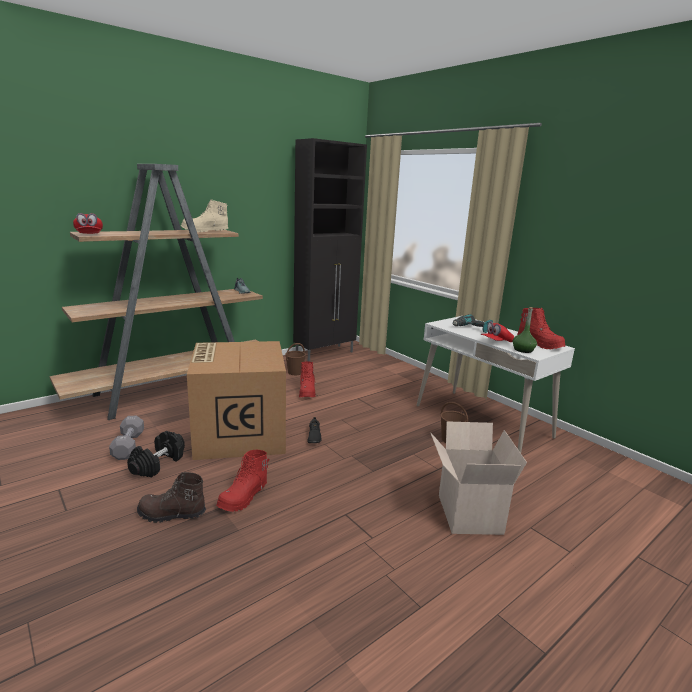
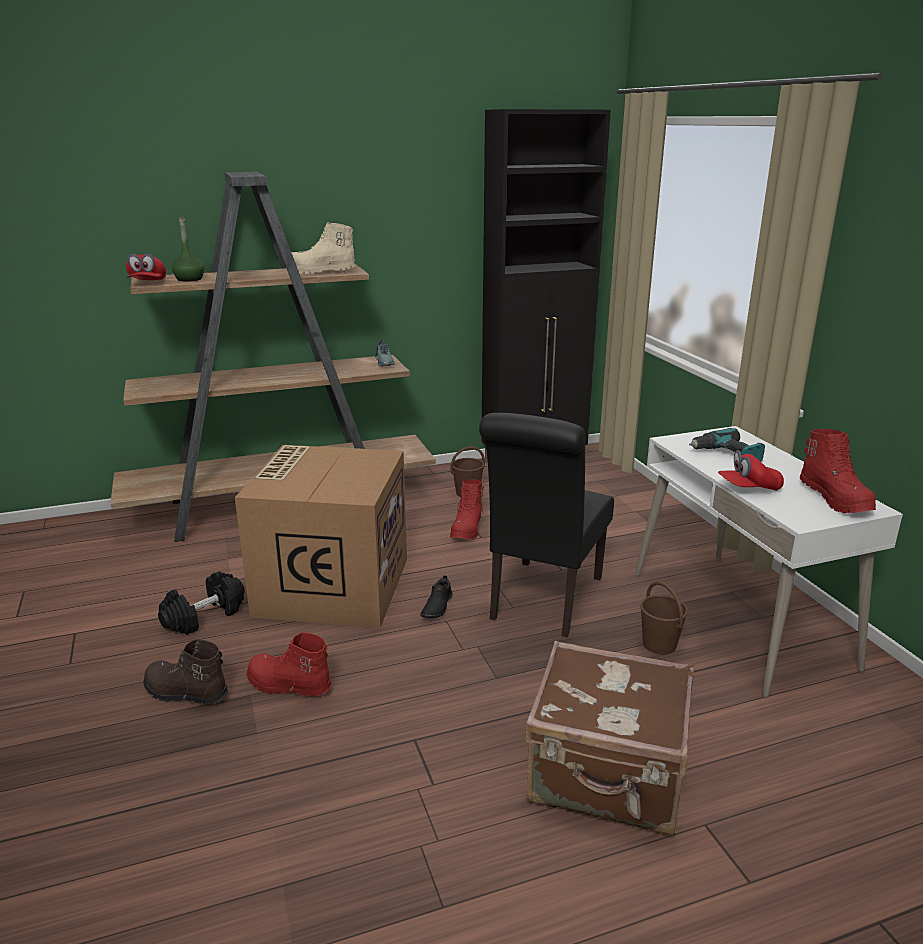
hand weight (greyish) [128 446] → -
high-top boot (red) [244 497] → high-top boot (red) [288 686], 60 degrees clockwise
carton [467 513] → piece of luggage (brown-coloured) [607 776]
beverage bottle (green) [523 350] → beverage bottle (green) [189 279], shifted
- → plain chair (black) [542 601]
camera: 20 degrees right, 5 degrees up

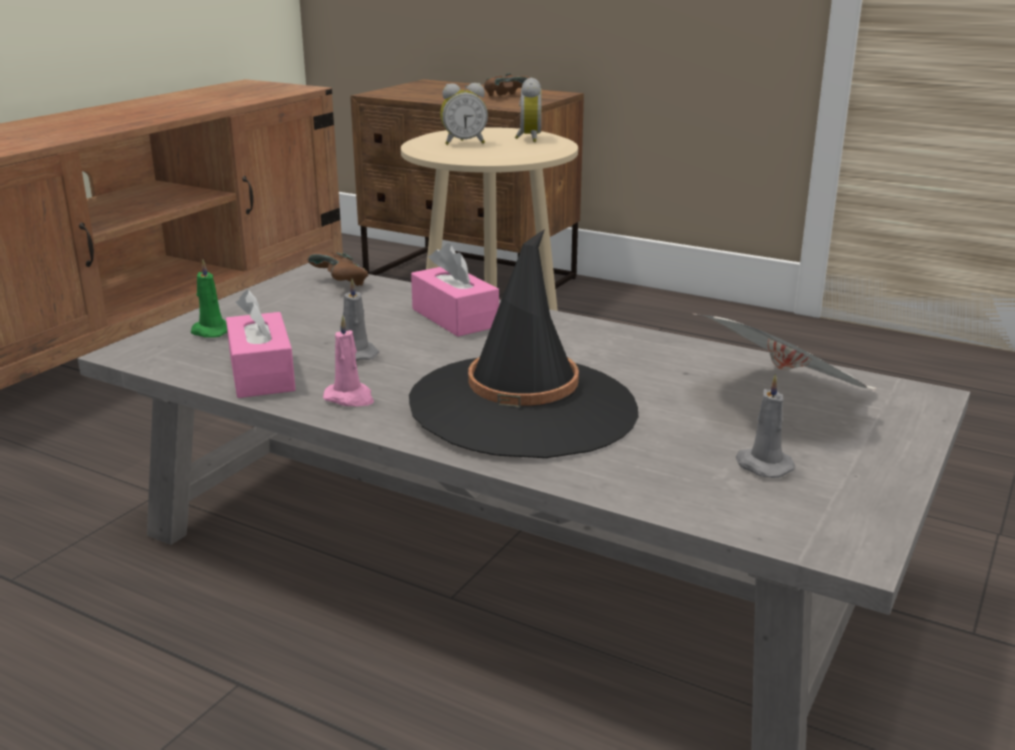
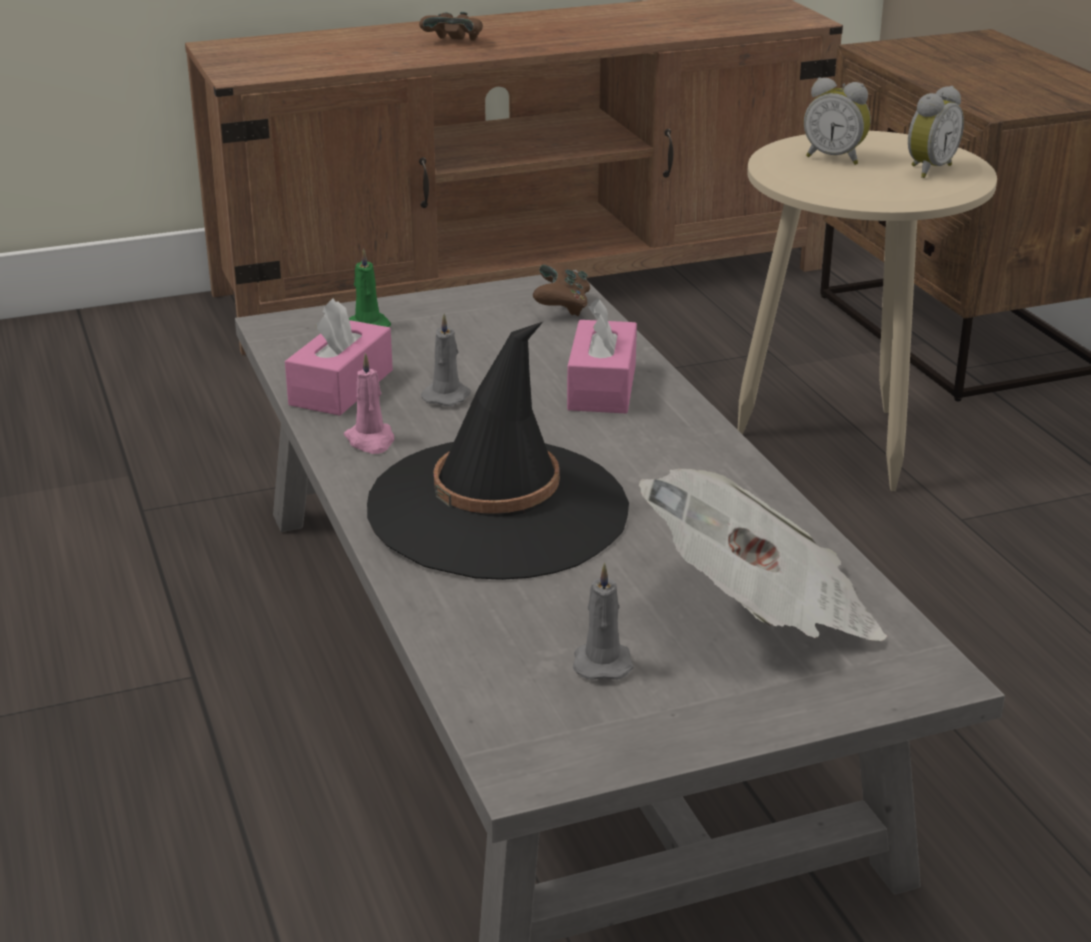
gamepad (brown-coloured) [505 96] → gamepad (brown-coloured) [454 42], shifted
camera: 40 degrees right, 5 degrees up

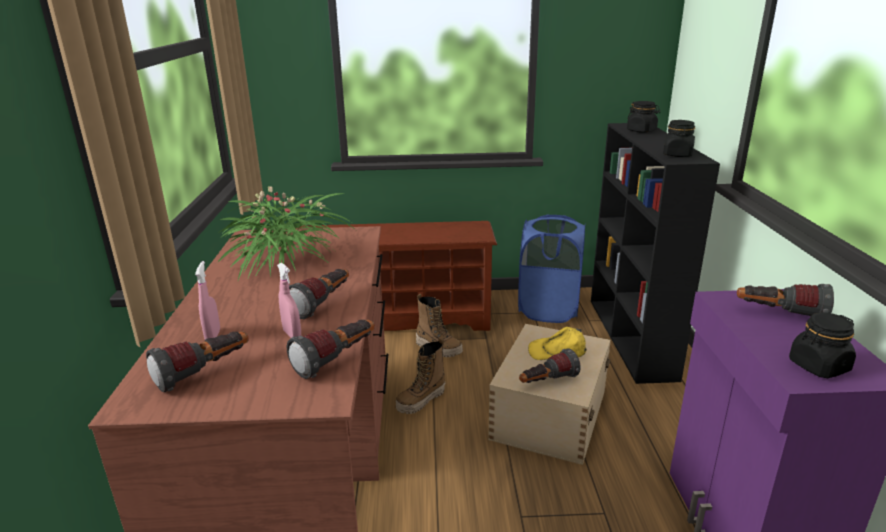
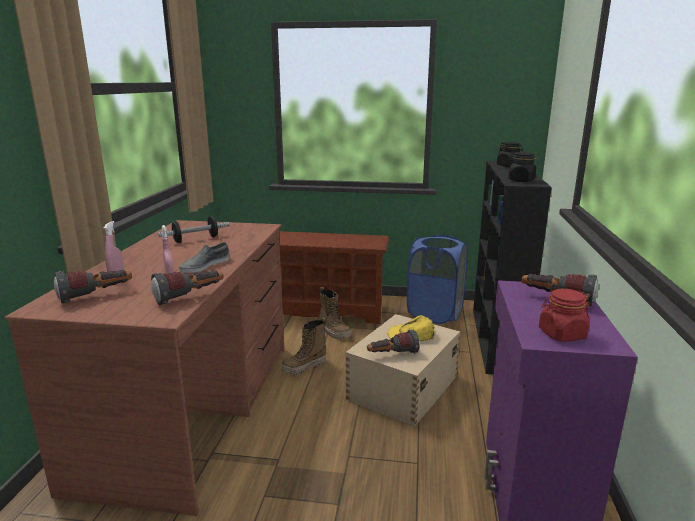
plant in a pot [284 261] → hand weight [196 239]
torch [323 304] → low shoe (greyish) [205 265]
storage jar (black) [818 366] → storage jar (red) [561 334]
camera: 10 degrees right, 5 degrees down

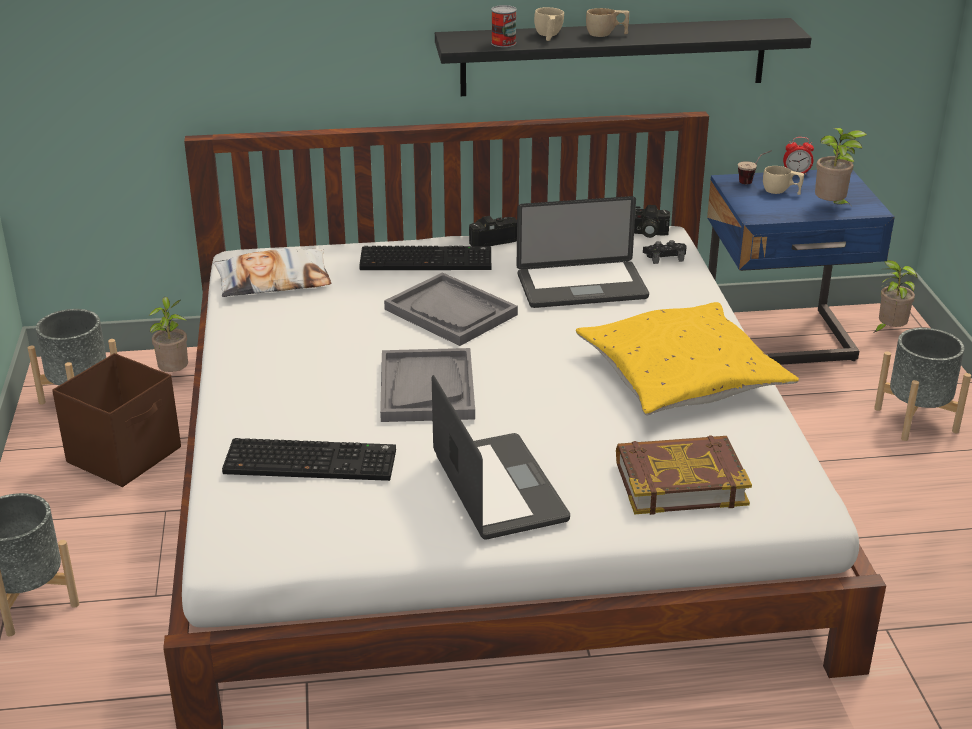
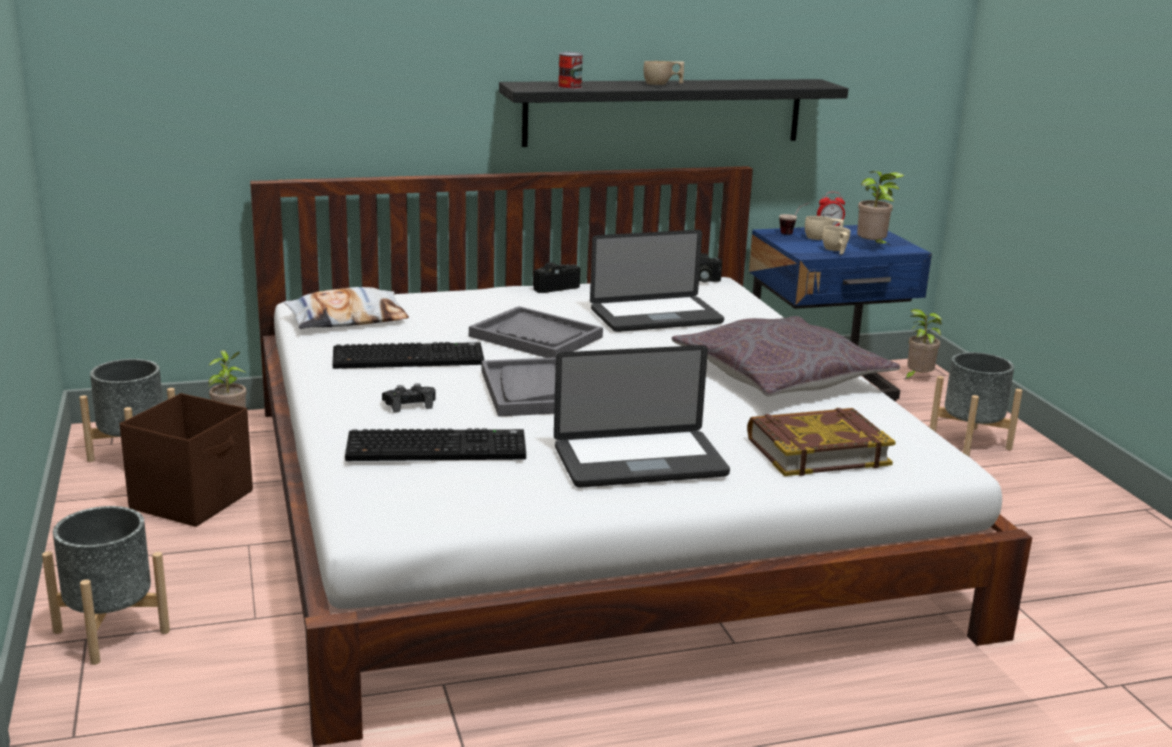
computer keyboard [427 260] → computer keyboard [410 357], shifted
portable computer [499 488] → portable computer [640 462], 105 degrees clockwise
drinking cup (beige-coloured) [548 36] → drinking cup (beige-coloured) [836 251], shifted
throw pillow (yellowish) [682 377] → throw pillow (greyish) [781 376]
gamepad (black) [664 257] → gamepad (black) [409 404], shifted
camera: 10 degrees left, 10 degrees down

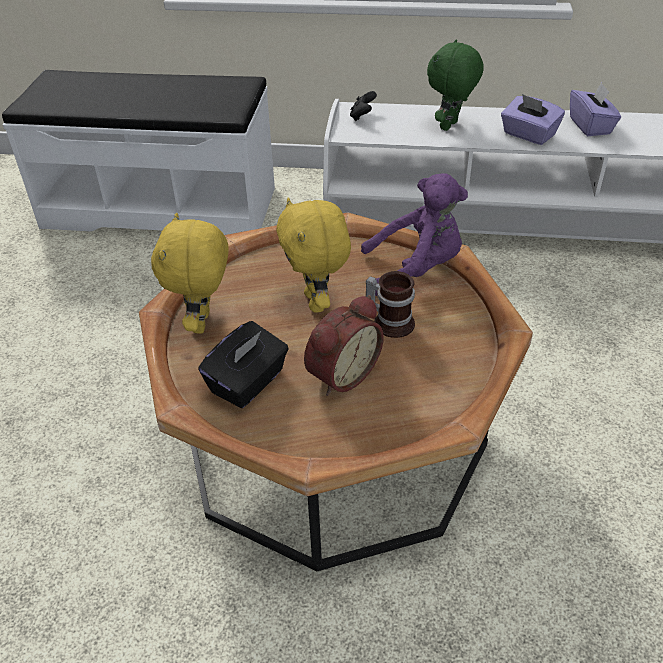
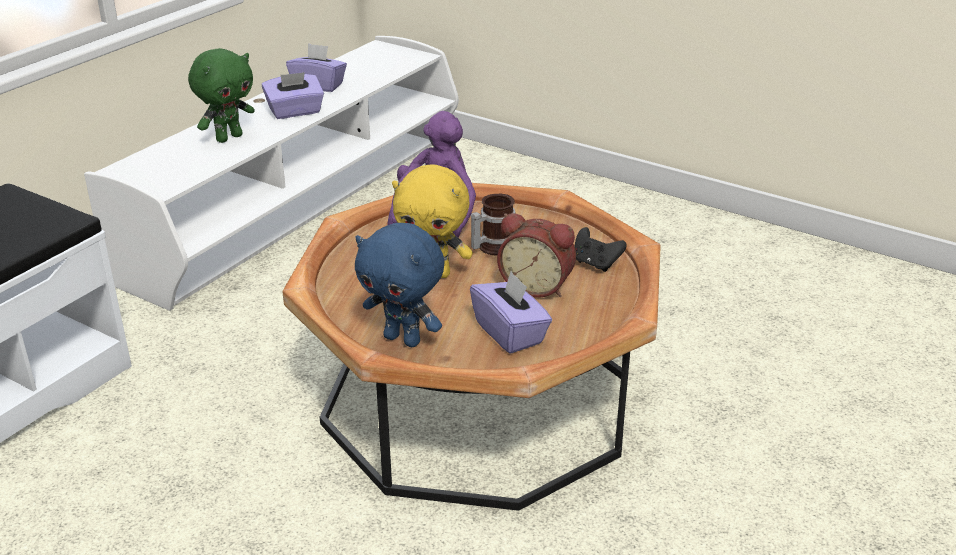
cuddly toy (yellowish) [203 323] → cuddly toy (blue) [404 339]
box of tissues (black) [248 383] → box of tissues (purple) [510 333]
alarm clock [340 374] → alarm clock [537 286], 135 degrees clockwise
gamepad (black) [362 116] → gamepad (black) [595 264], shifted
cuddly toy (green) [450 126] → cuddly toy (green) [229 137], 105 degrees counterclockwise
camera: 65 degrees left, 10 degrees down

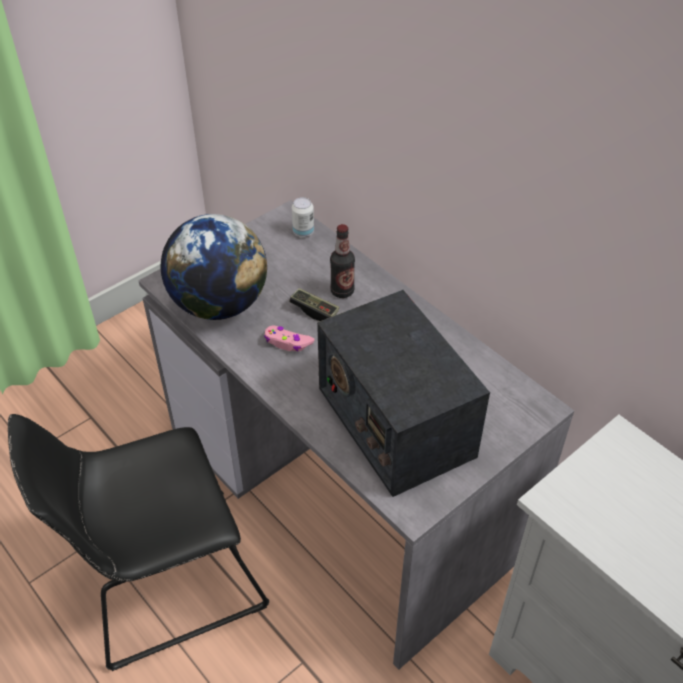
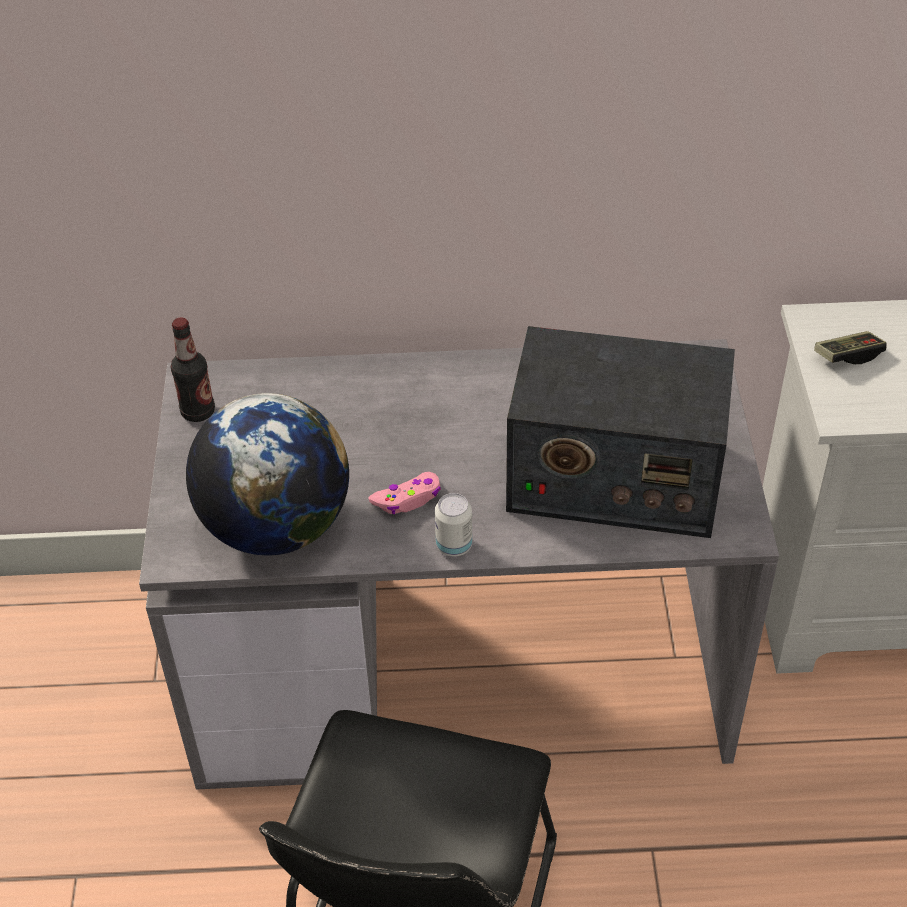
gamepad [314 310] → gamepad [848 356], shifted
can [303 232] → can [454 545], shifted
beverage bottle [342 291] → beverage bottle [198 412], shifted
camera: 50 degrees left, 0 degrees up

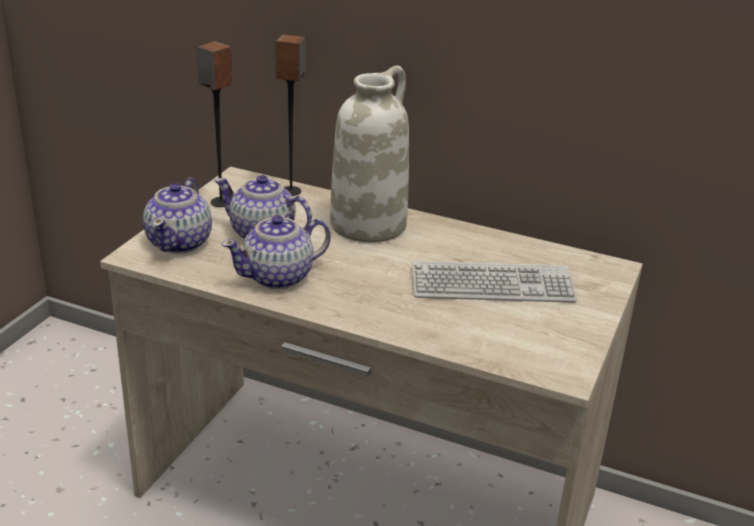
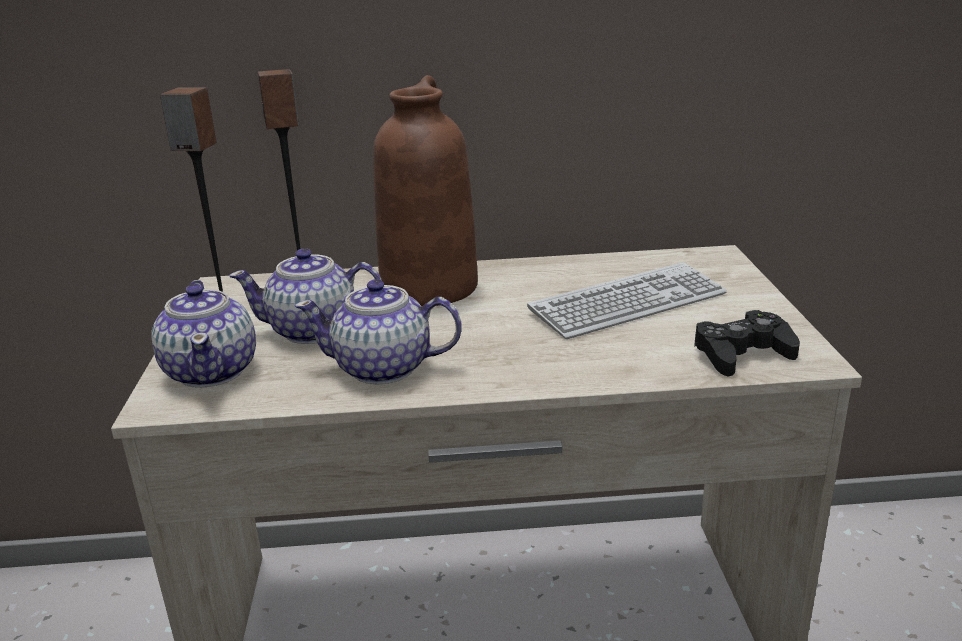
tea pot [279 277] → tea pot [384 369], 60 degrees clockwise
vase (white) [368 224] → vase (brown-coloured) [428 286]
- → gamepad (black) [742 354]
camera: 25 degrees left, 5 degrees down

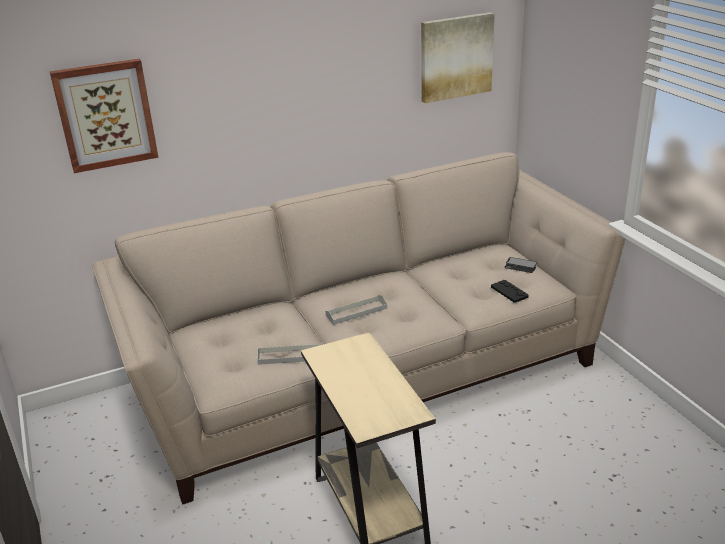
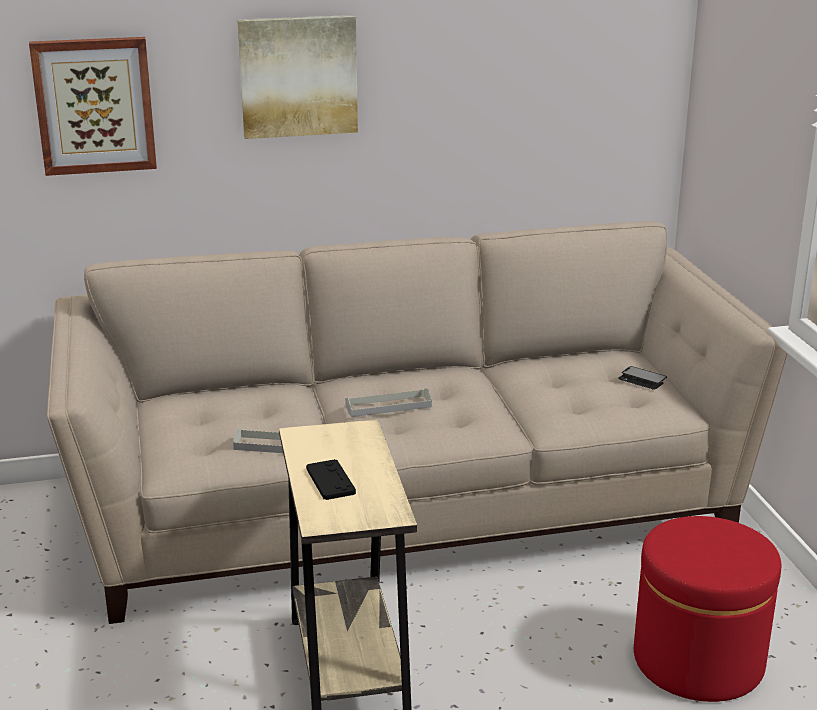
picture [455 57] → picture [298 76], shifted
gamepad (black) [509 292] → gamepad (black) [330 481], shifted
- → pouffe (red) [698 661]
camera: 10 degrees right, 5 degrees down

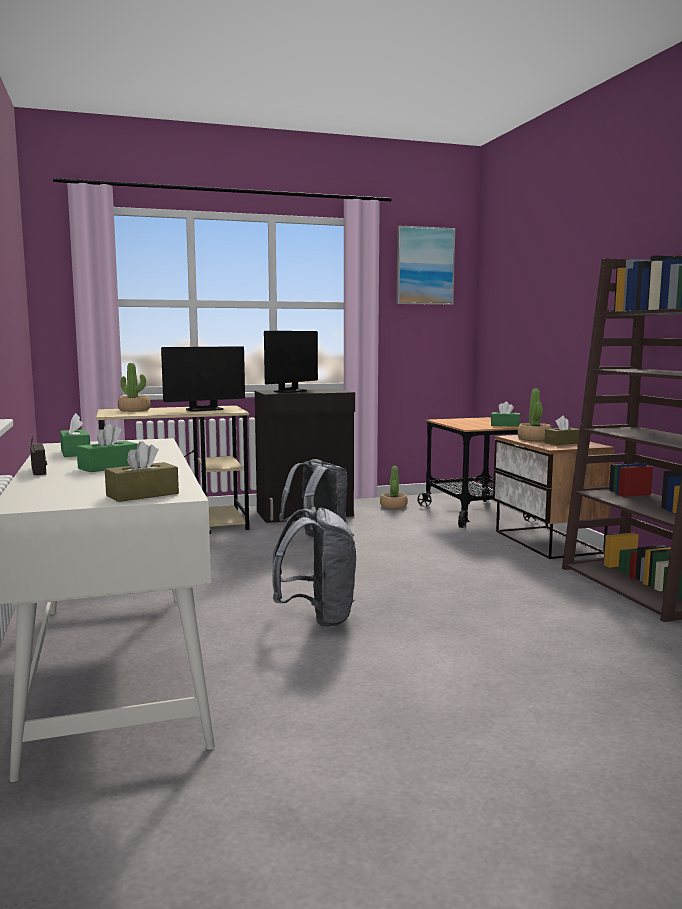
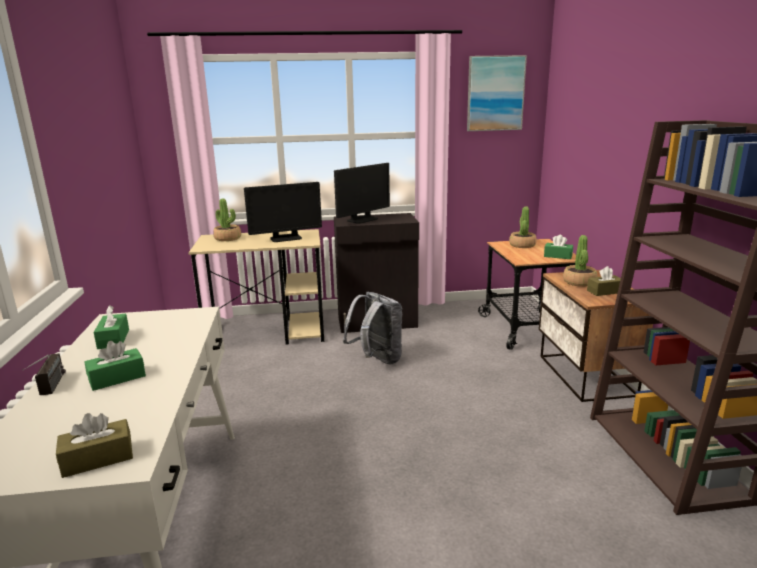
backpack (greyish) [318 618] → -
plant in a pot [393 506] → plant in a pot [522 245], shifted
camera: 10 degrees right, 10 degrees up

